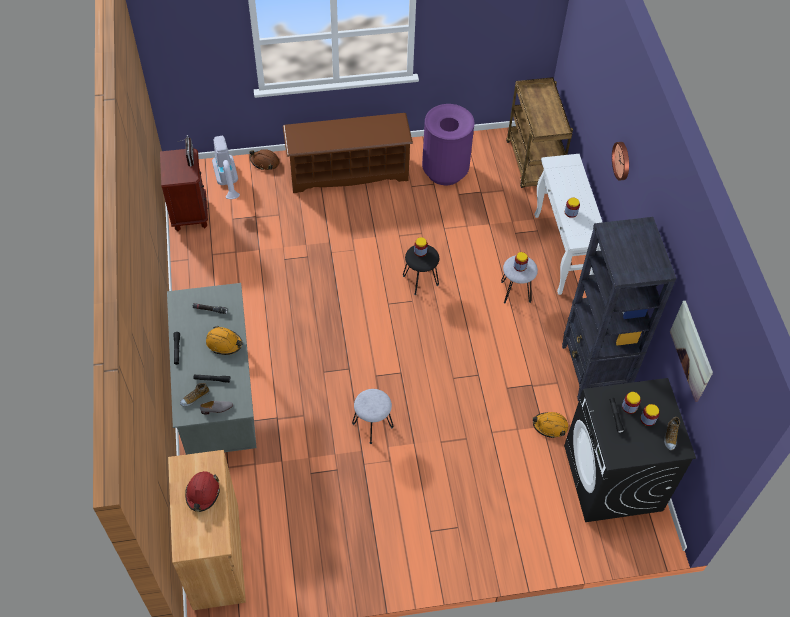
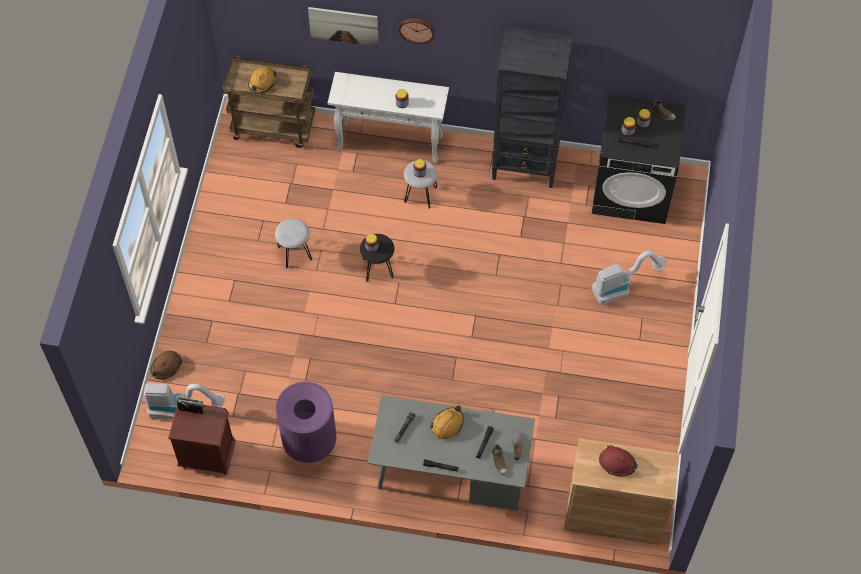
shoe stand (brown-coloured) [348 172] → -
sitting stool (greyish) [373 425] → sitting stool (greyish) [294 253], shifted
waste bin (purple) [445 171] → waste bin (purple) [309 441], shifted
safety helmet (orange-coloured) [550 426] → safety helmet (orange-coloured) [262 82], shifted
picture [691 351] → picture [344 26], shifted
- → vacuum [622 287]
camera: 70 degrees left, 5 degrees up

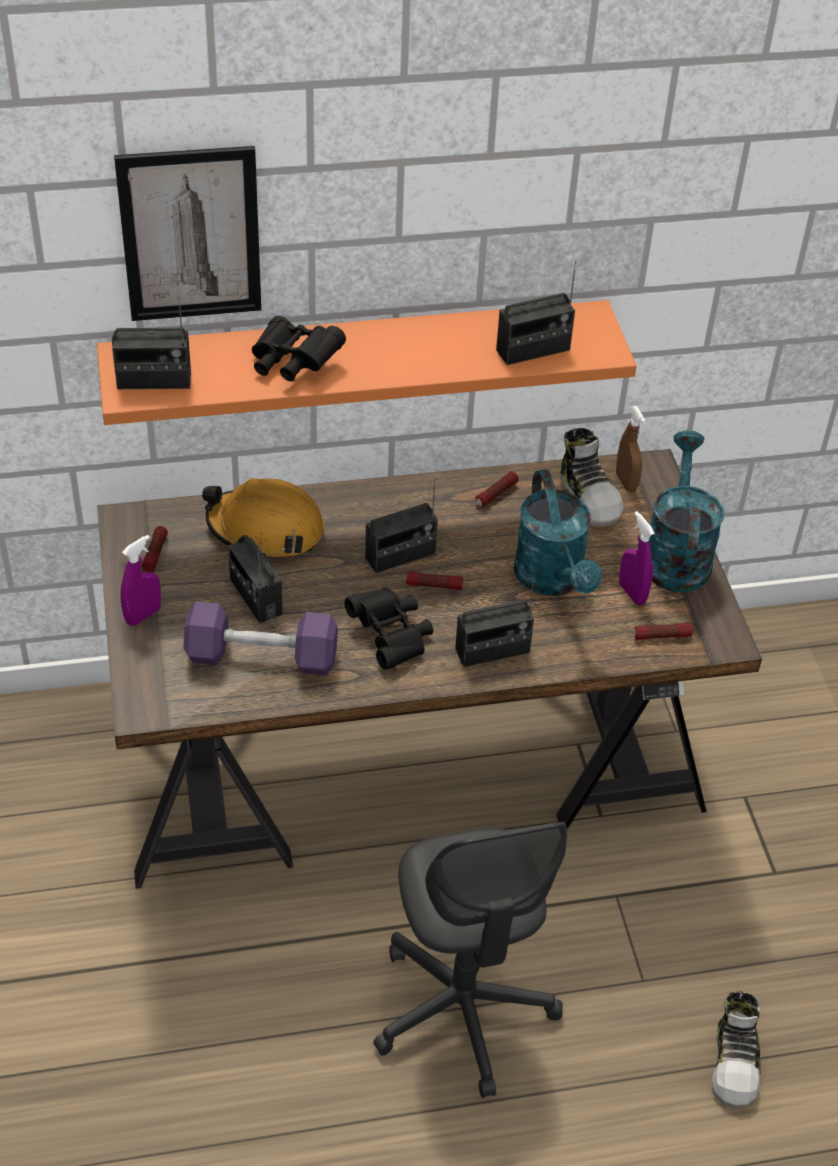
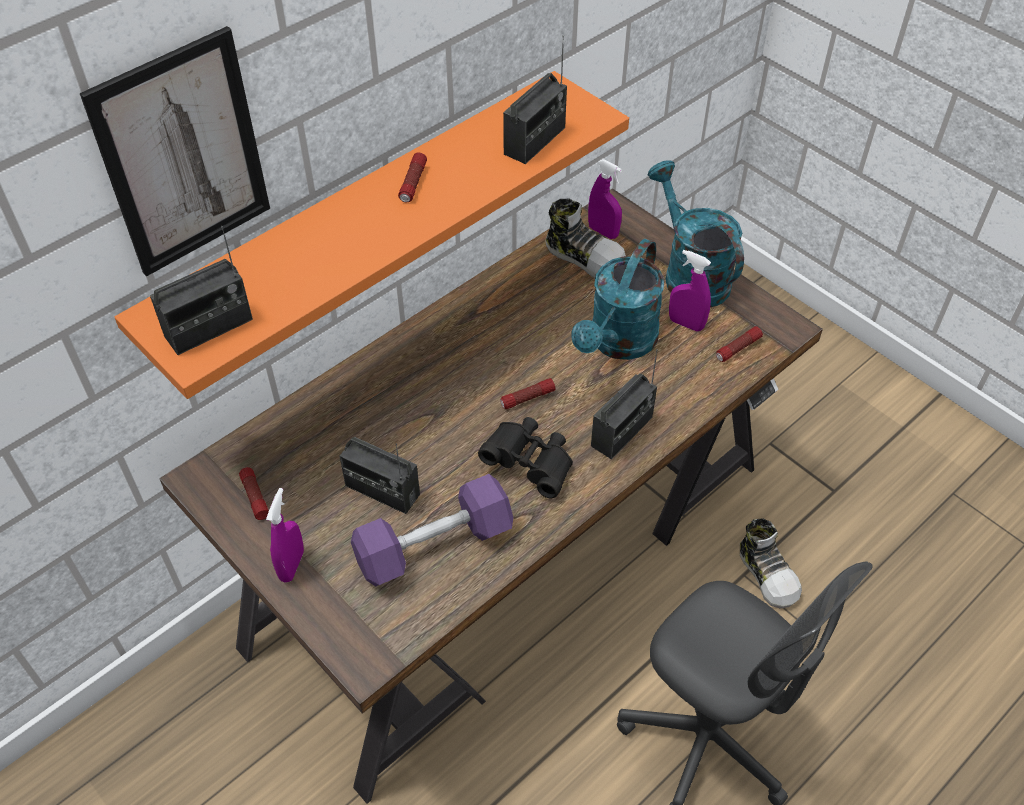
safety helmet (orange-coloured) [265 530] → -
pair of binoculars (black) [293 363] → -
radio [400 556] → -
torch [496 494] → torch [413 183], shifted
sprinkling can (turquoise) [554 580] → sprinkling can (turquoise) [618 343], 75 degrees clockwise
sprayer (brown-coloured) [626 482] → sprayer (purple) [603 232]
low shoe [736 1062] → low shoe [768 573], shifted
camera: 30 degrees left, 5 degrees up

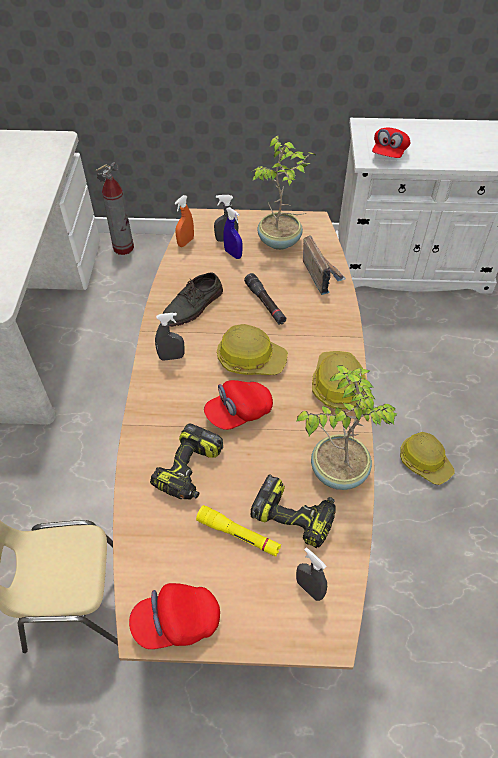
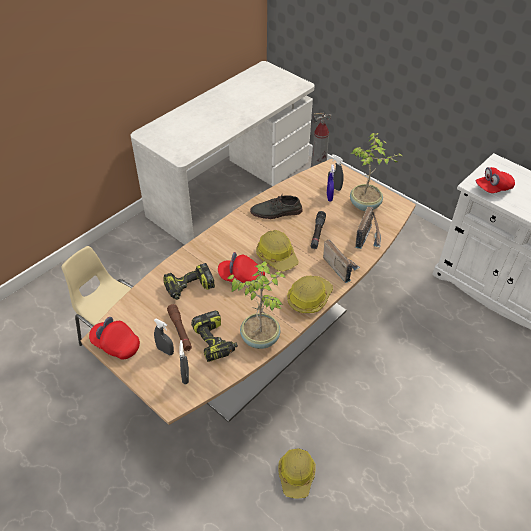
sprayer (greyish) [171 357] → sprayer (greyish) [165 350], shifted
sprayer (orange-coloured) [185 242] → -
torch (yellowish) [238 535] → torch (brown-coloured) [180 330]
safety helmet [425 461] → safety helmet [297 475], shifted
- → radio [340 266]
camera: 40 degrees right, 5 degrees down

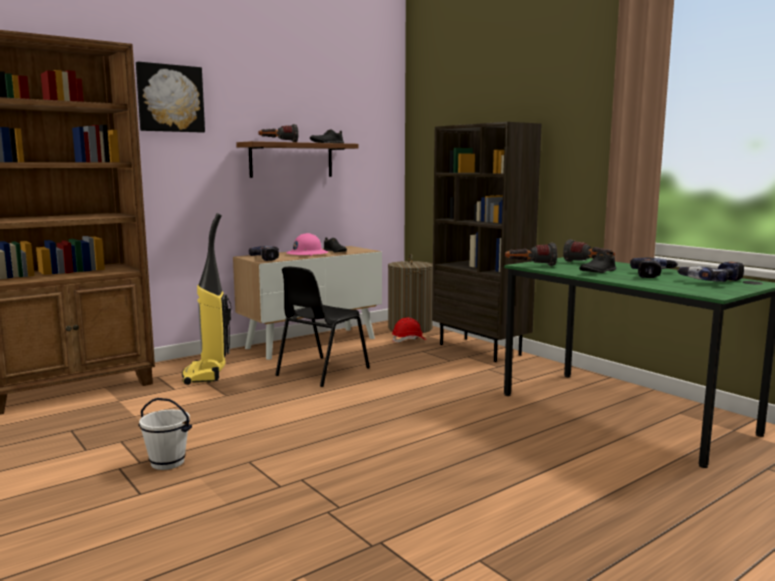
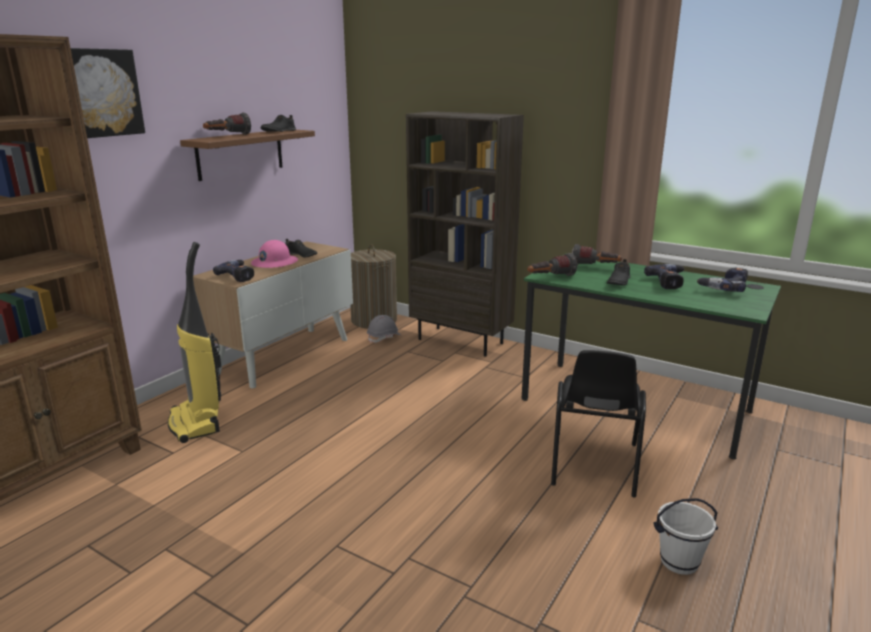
water bucket (white) [168 462] → water bucket (white) [679 561], shifted
plain chair (black) [321 372] → plain chair (black) [593 465], shifted
safety helmet (red) [409 340] → safety helmet (greyish) [384 338]
camera: 20 degrees left, 10 degrees up

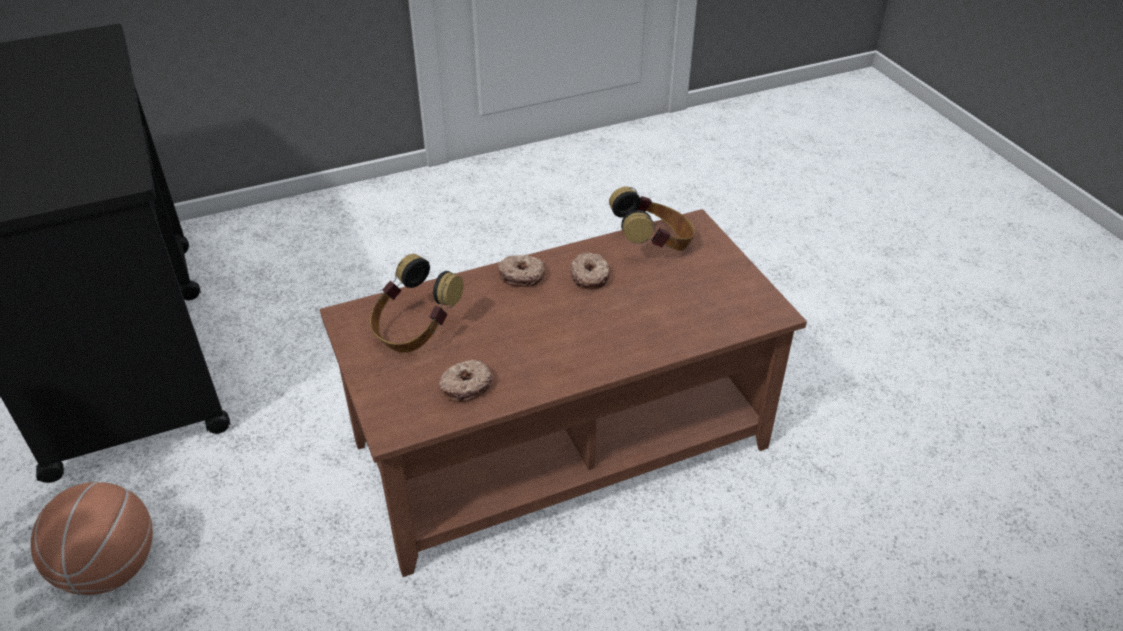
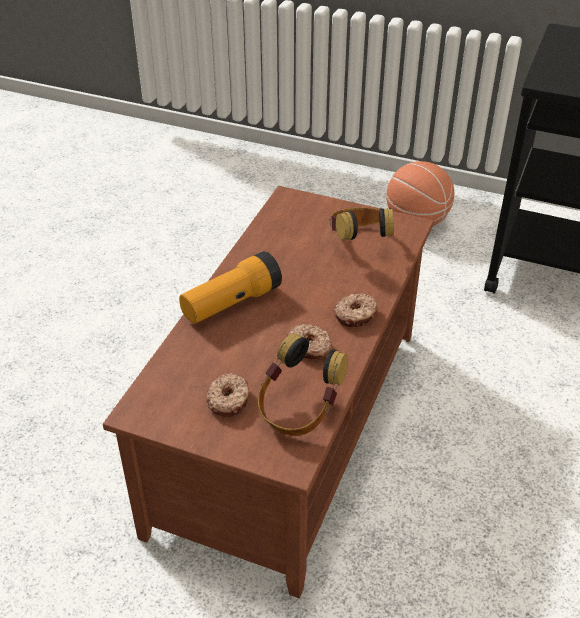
donut [465 386] → donut [229 400], shifted
- → torch [231 303]
camera: 135 degrees right, 0 degrees up

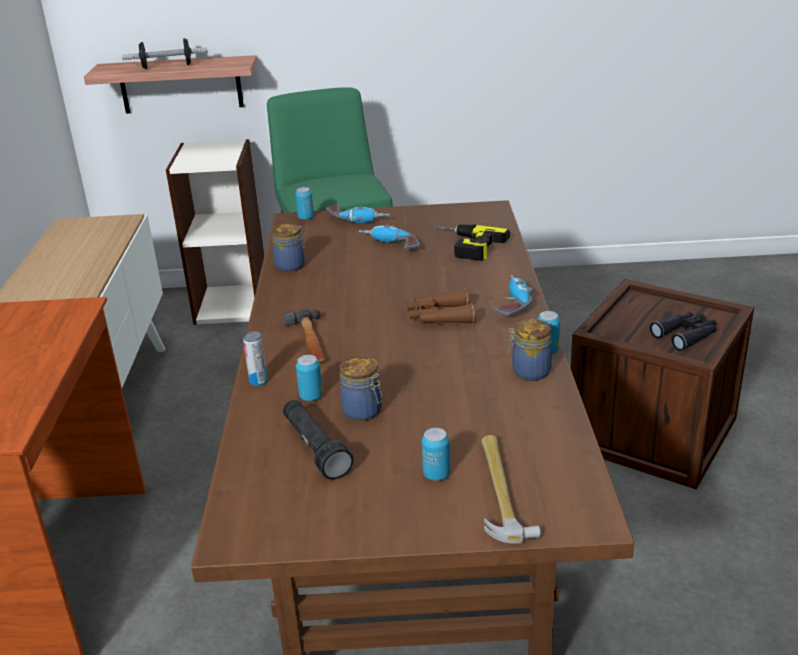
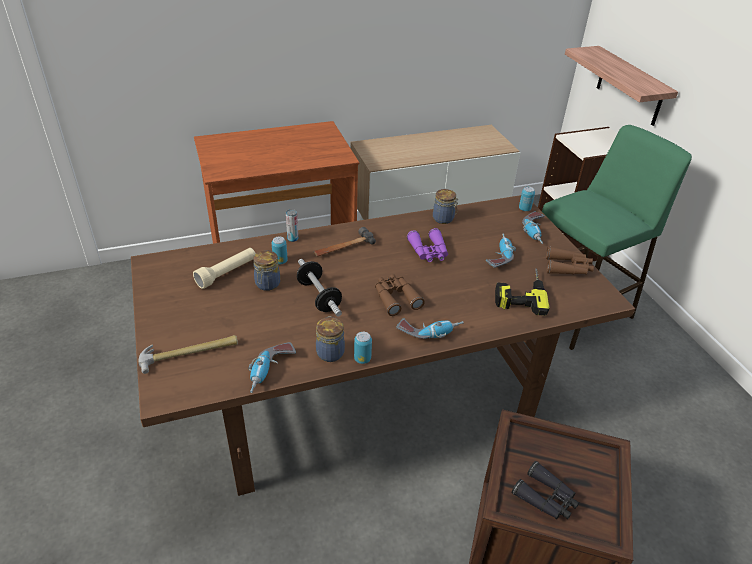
hand weight [167 66] → hand weight [319 297], shifted
torch (black) [315 448] → torch (beige-coloured) [227 273]
can [436 474] → -
- → drill [270 372]
- → pair of binoculars (purple) [429 252]
- → pair of binoculars (brown-coloured) [568 268]
camera: 70 degrees right, 10 degrees up

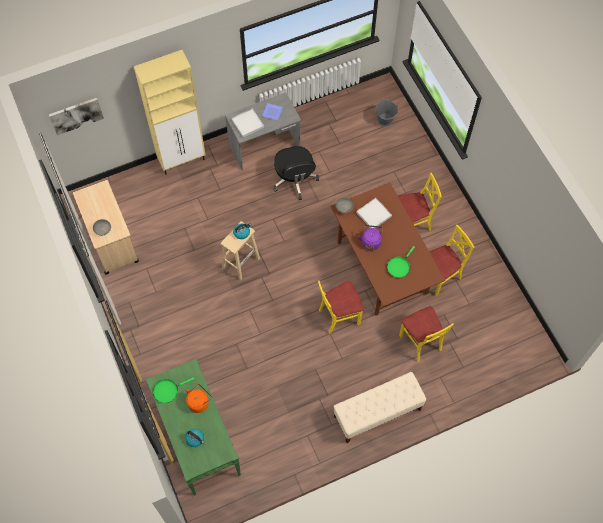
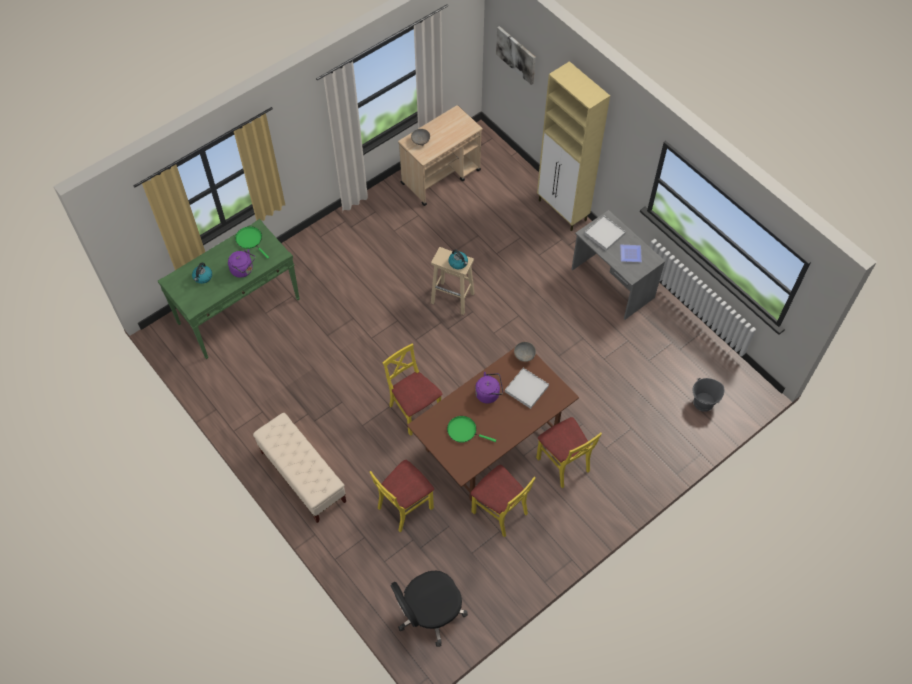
water kettle (orange-coloured) [199 402] → water kettle (purple) [243 270]
desk chair (black) [294 180] → desk chair (black) [429 613], shifted
camera: 75 degrees right, 5 degrees down

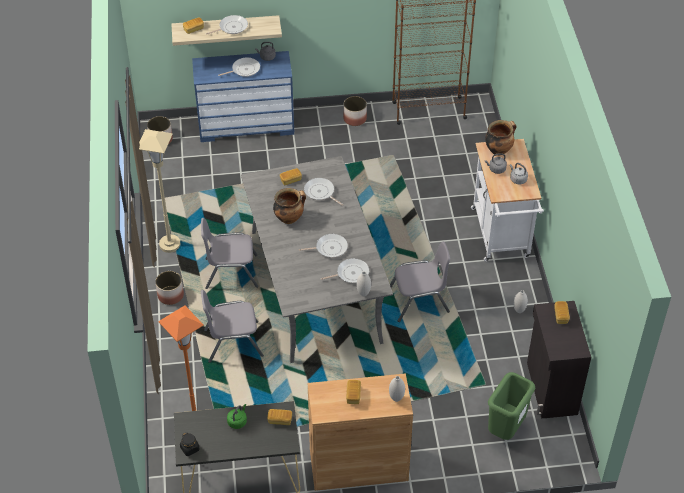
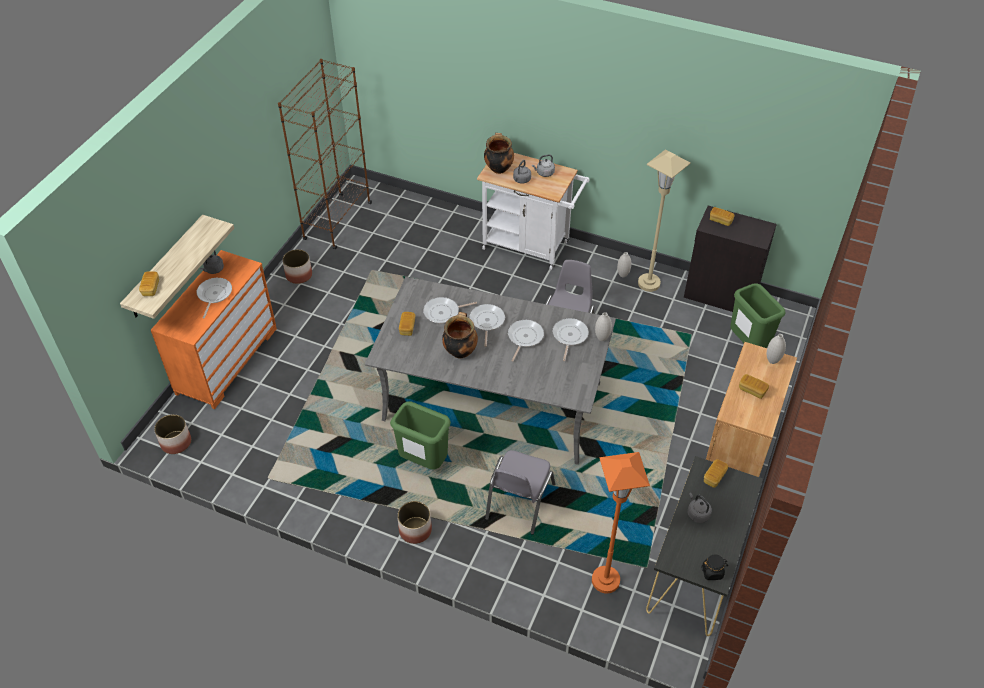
standing lamp (beige-coloured) [170 244] → standing lamp (beige-coloured) [649 283], shifted
chest of drawers (blue) [246 125] → chest of drawers (orange-coloured) [226 360]
plain chair (greyish) [231 272] → waste bin (green) [423 462]
skillet [231 27] → skillet [486 322], shifted
water kettle (green) [238 421] → water kettle (greyish) [697 514]
camera: 60 degrees left, 0 degrees up

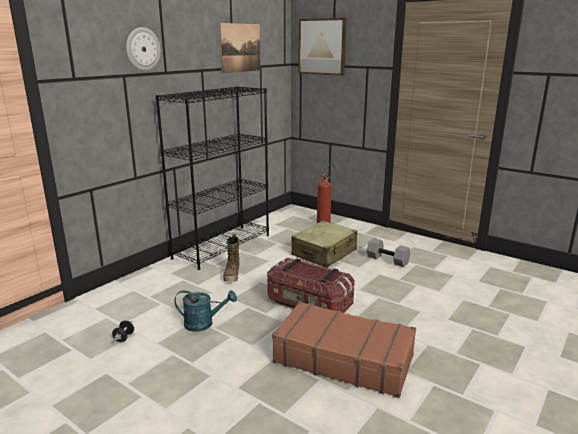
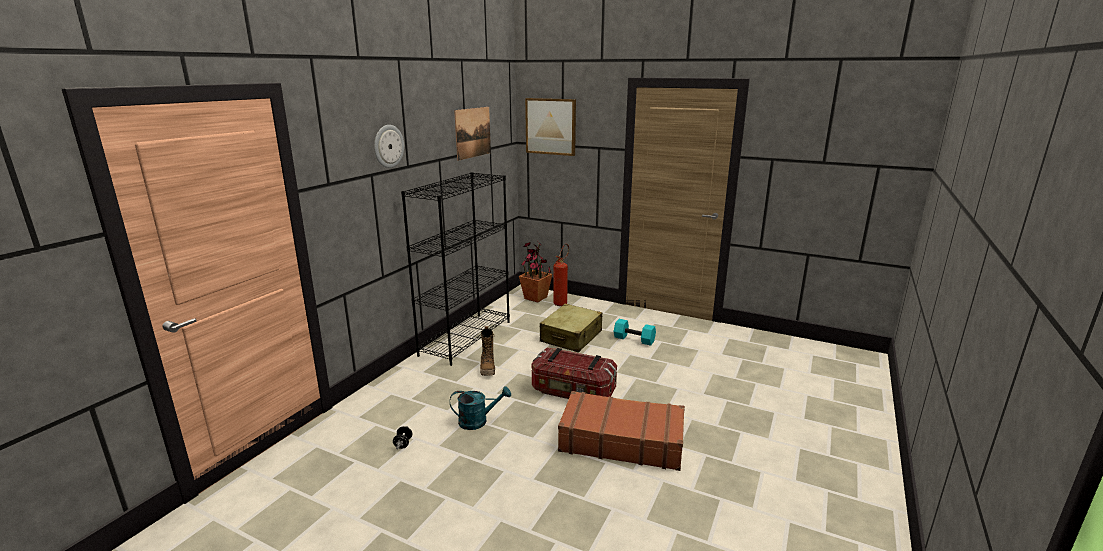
hand weight (greyish) [388 260] → hand weight (turquoise) [634 339]
- → plant in a pot [535 298]
camera: 10 degrees left, 0 degrees up

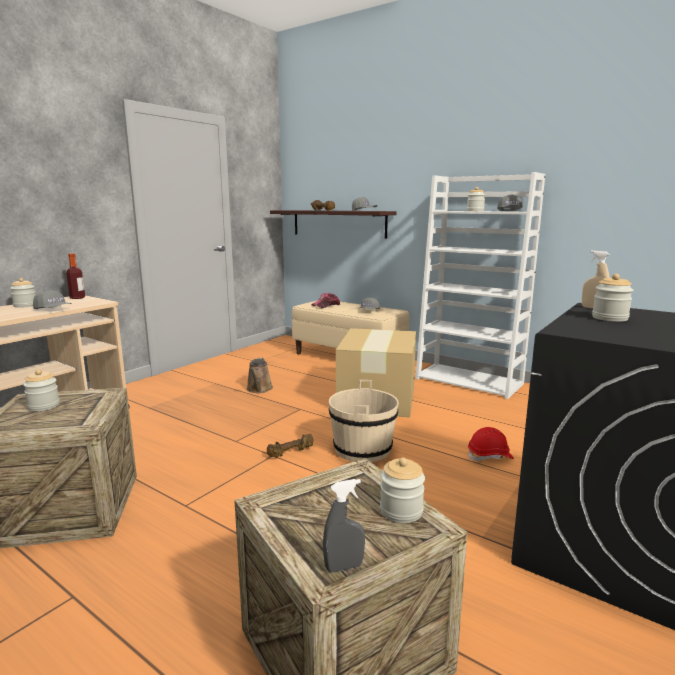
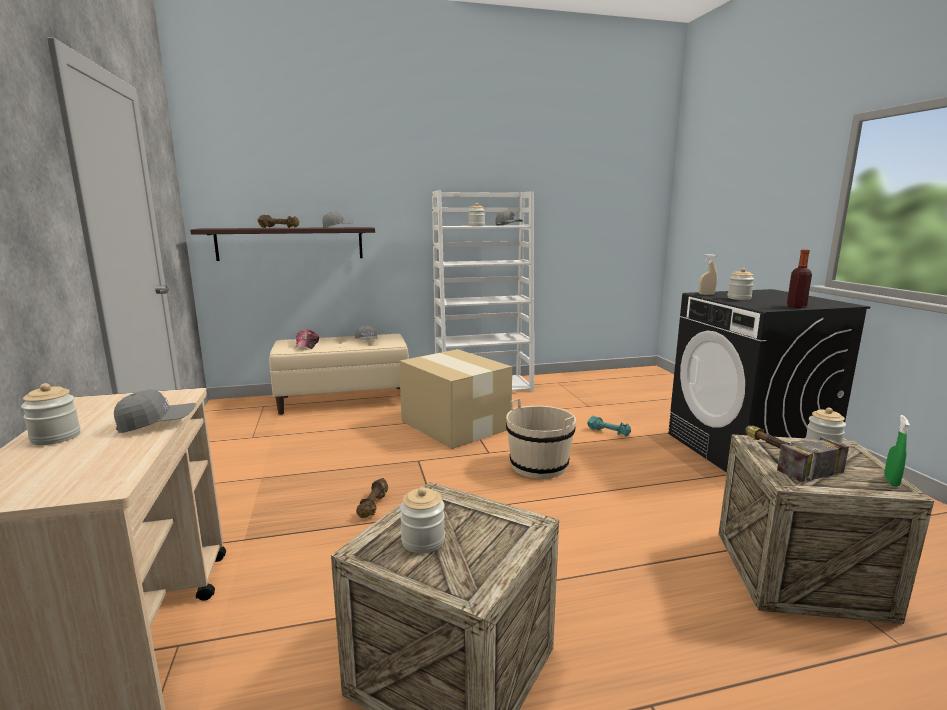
beverage bottle [77 298] → beverage bottle [796 306], shifted
sprinkling can (brown-coloured) [259 389] → -
hand weight (brown-coloured) [291 453] → hand weight (brown-coloured) [374 506], shifted
sprayer (greyish) [344 567] → sprayer (green) [891 481]
safety helmet (red) [490 456] → hand weight (turquoise) [608 432]
- → hand hammer [780 457]
camera: 50 degrees left, 0 degrees up

